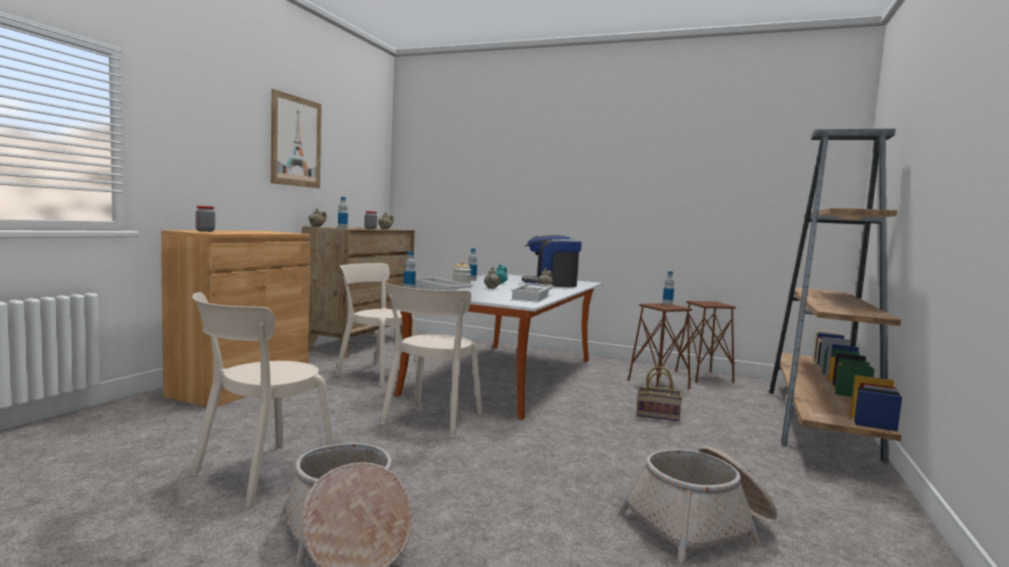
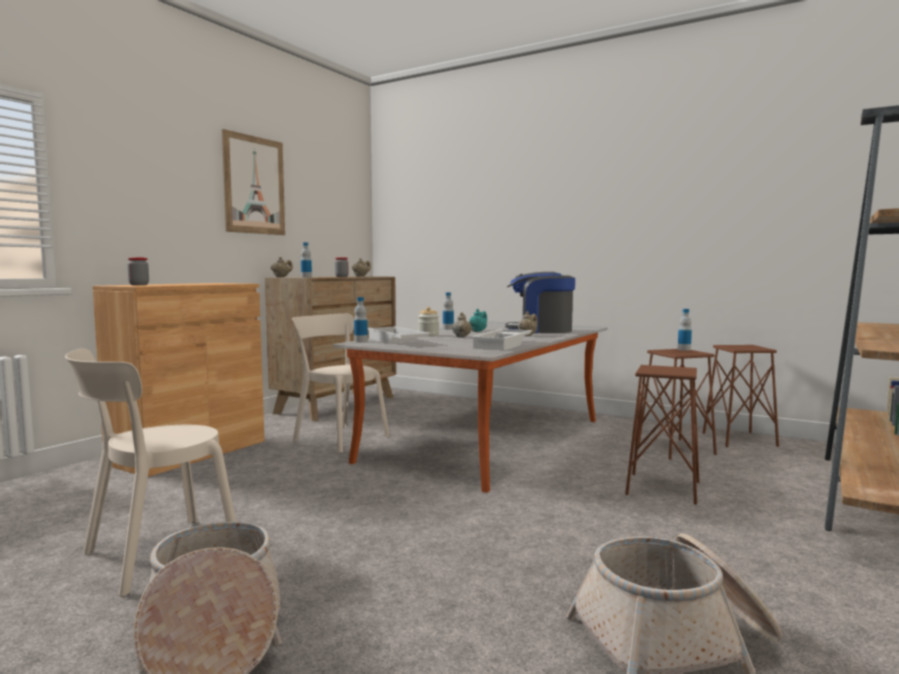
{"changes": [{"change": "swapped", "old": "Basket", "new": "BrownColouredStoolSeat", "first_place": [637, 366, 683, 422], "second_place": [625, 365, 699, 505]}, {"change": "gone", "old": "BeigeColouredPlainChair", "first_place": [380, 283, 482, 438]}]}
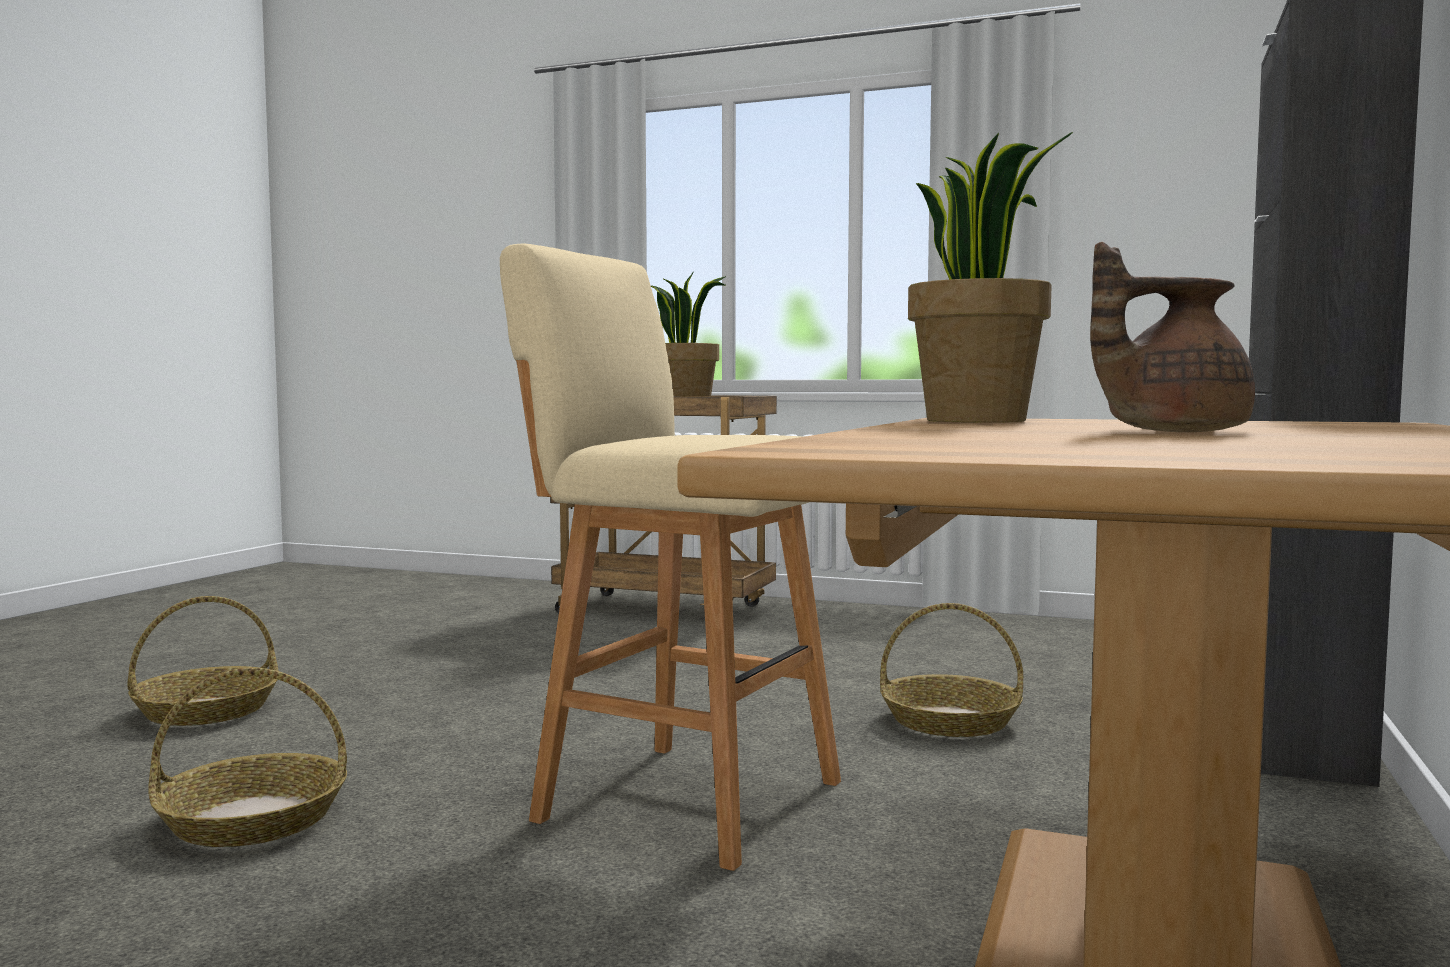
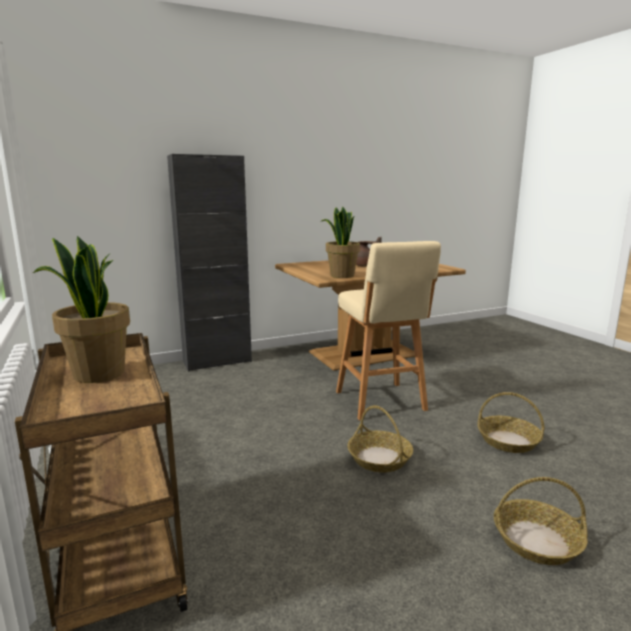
{"changes": [{"change": "shifted", "old": "Basket", "first_place": [880, 603, 1023, 737], "second_place": [347, 405, 413, 472]}]}
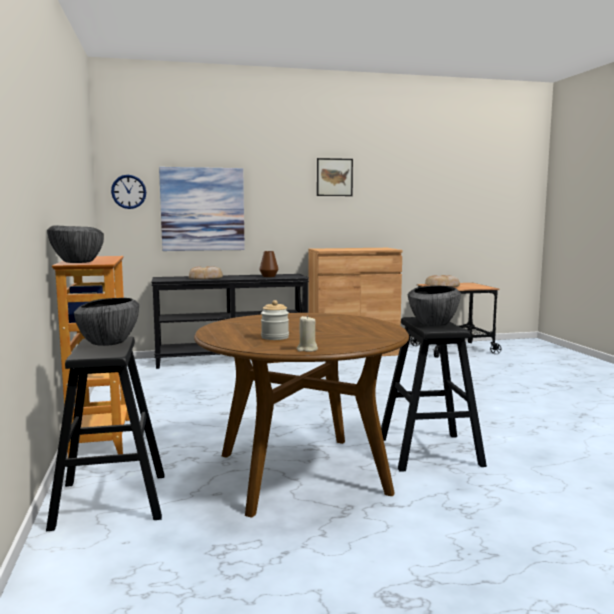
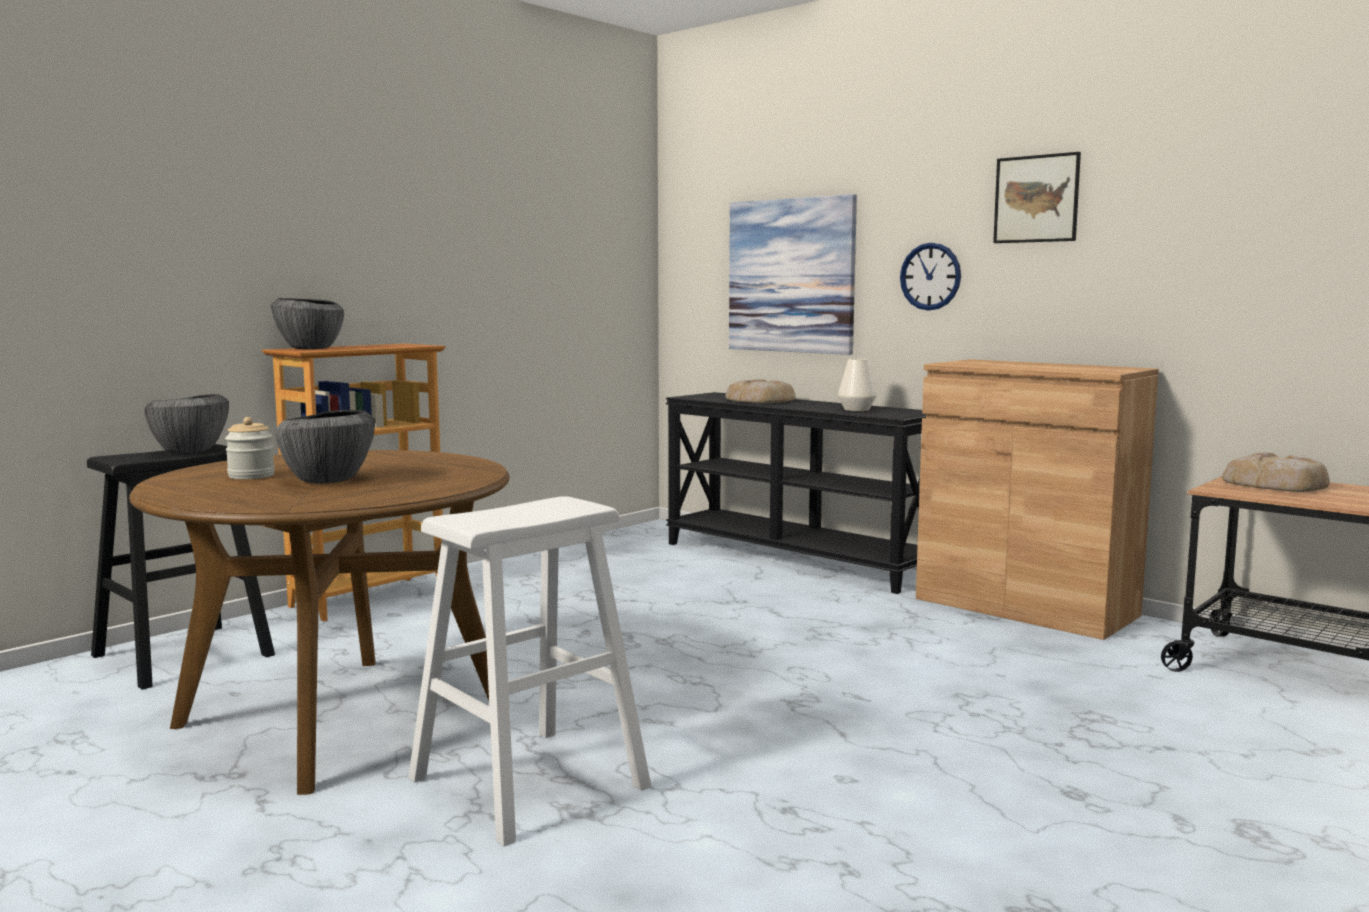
{"changes": [{"change": "shifted", "old": "DeepDish", "first_place": [408, 286, 461, 326], "second_place": [275, 410, 376, 483]}, {"change": "repainted", "old": "BlackStoolSeat", "new": "WhitishStoolSeat", "first_place": [381, 317, 487, 472], "second_place": [408, 496, 651, 846]}, {"change": "repainted", "old": "BrownColouredVase", "new": "WhitishVase", "first_place": [259, 251, 279, 277], "second_place": [838, 358, 877, 411]}, {"change": "shifted", "old": "HangingClock", "first_place": [111, 175, 146, 209], "second_place": [900, 243, 961, 311]}, {"change": "gone", "old": "BeigeColouredWaxLight", "first_place": [297, 315, 318, 352]}]}
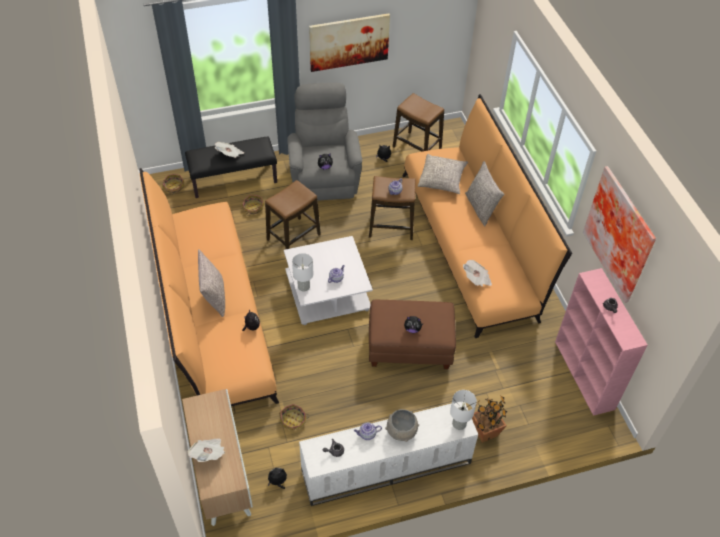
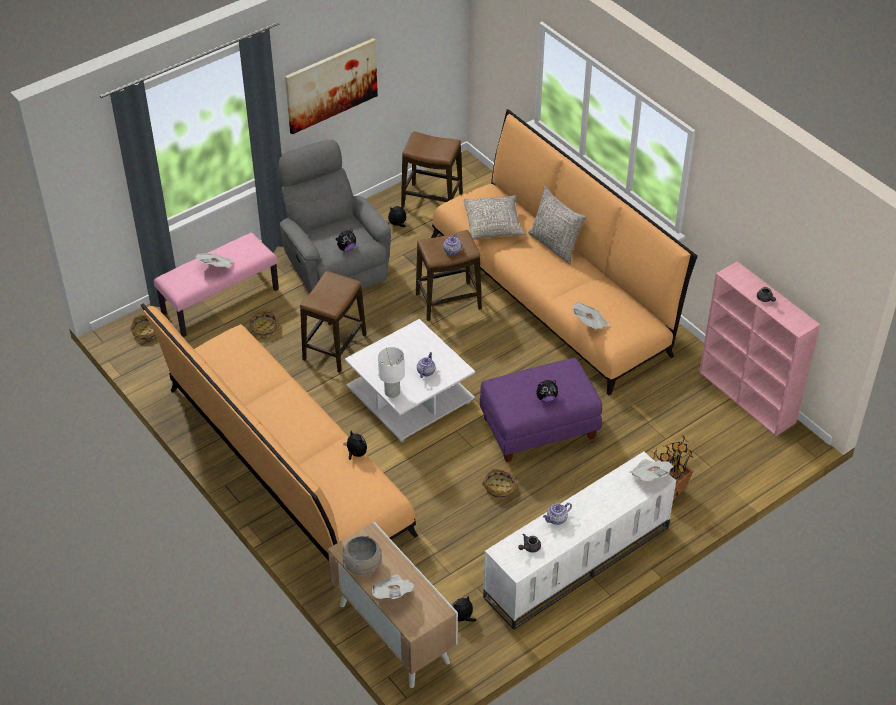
{"changes": [{"change": "repainted", "old": "BlackIndoorBench", "new": "PinkishIndoorBench", "first_place": [185, 137, 277, 198], "second_place": [154, 233, 279, 337]}, {"change": "shifted", "old": "GreyishDeepDish", "first_place": [385, 409, 419, 442], "second_place": [343, 536, 382, 575]}, {"change": "repainted", "old": "BrownColouredPouffe", "new": "PurplePouffe", "first_place": [369, 300, 456, 369], "second_place": [480, 358, 602, 462]}, {"change": "shifted", "old": "Basket", "first_place": [279, 404, 309, 430], "second_place": [482, 469, 517, 498]}, {"change": "swapped", "old": "WhitishTabletopLamp", "new": "PrintedPaper", "first_place": [450, 390, 477, 430], "second_place": [629, 459, 674, 481]}, {"change": "gone", "old": "GreyishCushion", "first_place": [198, 249, 225, 317]}, {"change": "gone", "old": "WallPicture", "first_place": [583, 166, 656, 303]}]}
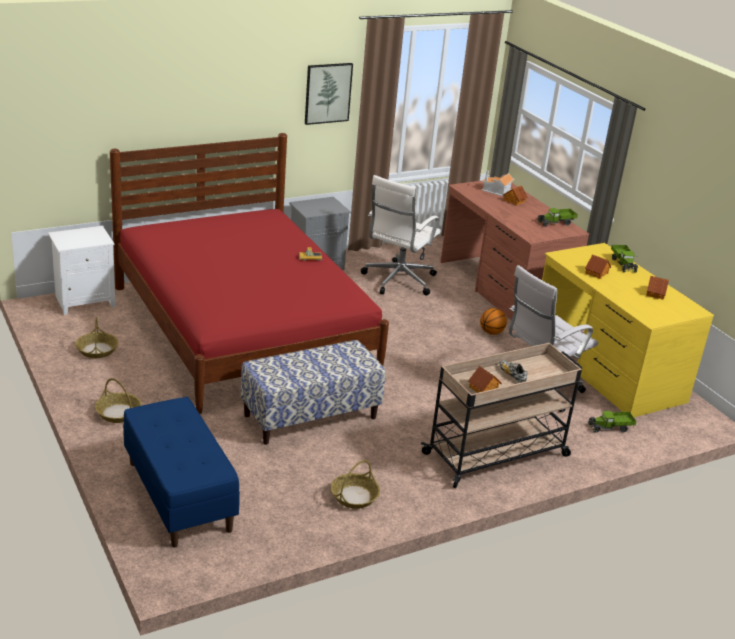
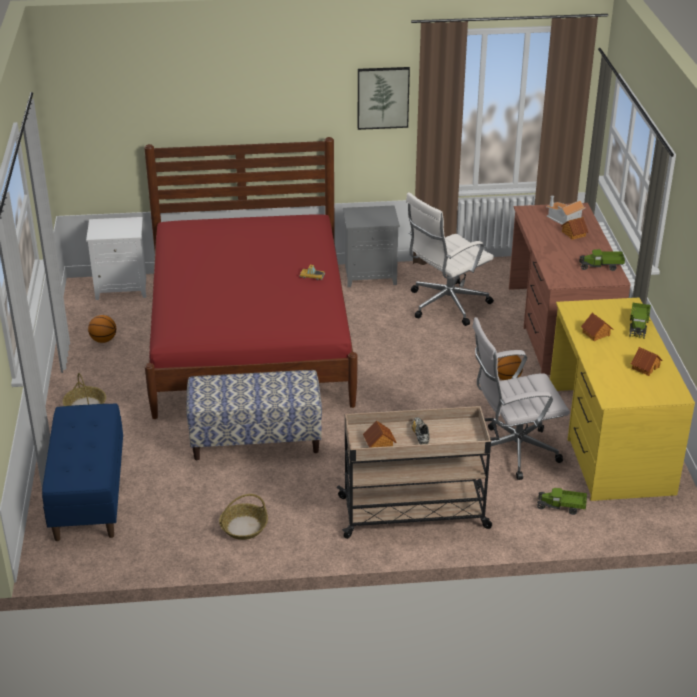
{"changes": [{"change": "swapped", "old": "Basket", "new": "BallForBasketball", "first_place": [75, 317, 118, 358], "second_place": [88, 315, 116, 343]}]}
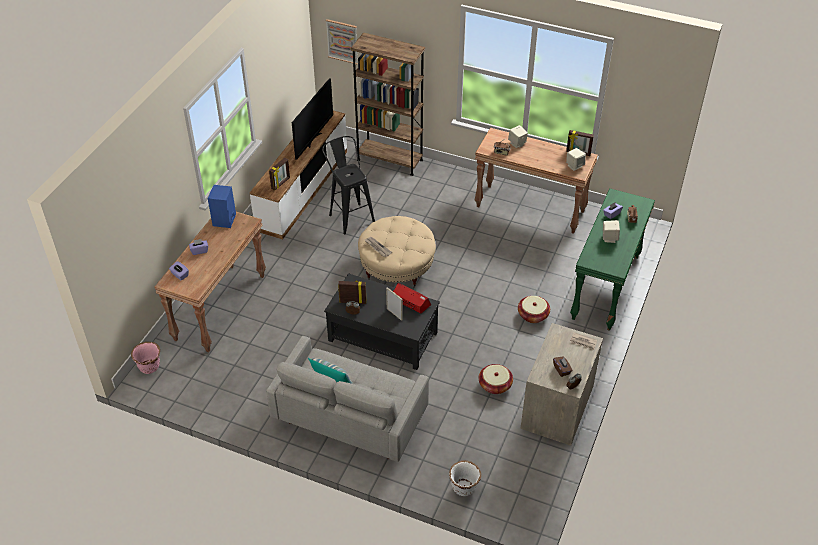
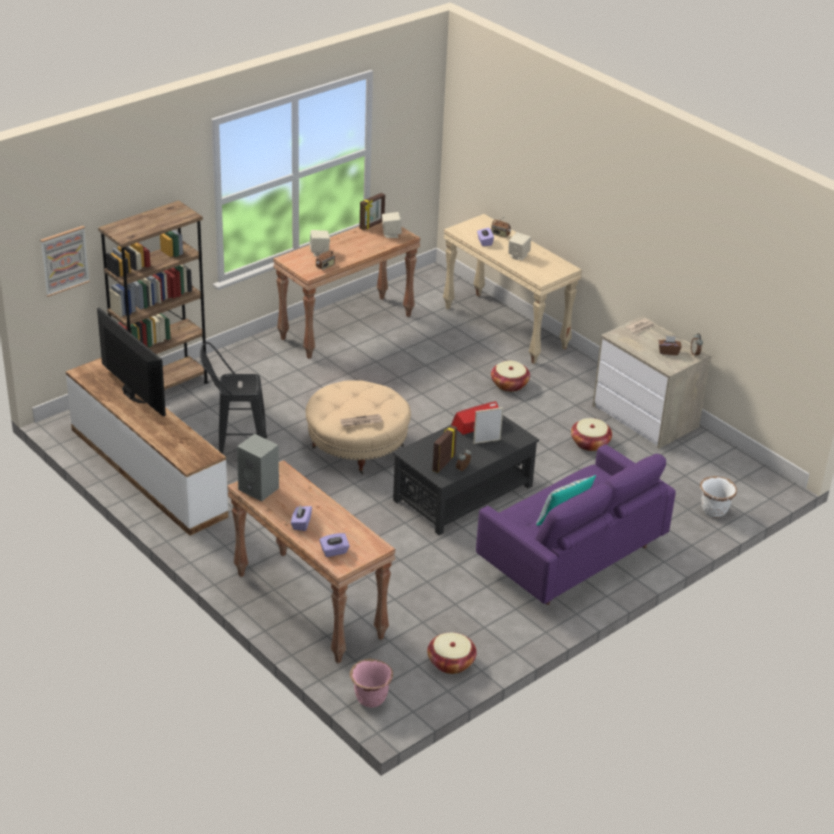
{"changes": [{"change": "repainted", "old": "BlueSpeaker", "new": "GreyishSpeaker", "first_place": [208, 185, 236, 228], "second_place": [237, 434, 279, 501]}, {"change": "new", "new": "Basket", "second_place": [427, 632, 477, 674]}, {"change": "repainted", "old": "GreenColouredConsoleTable", "new": "BeigeColouredConsoleTable", "first_place": [570, 188, 655, 331], "second_place": [443, 214, 582, 364]}, {"change": "repainted", "old": "GreyishSettee", "new": "PurpleSettee", "first_place": [266, 336, 429, 462], "second_place": [476, 444, 676, 605]}, {"change": "gone", "old": "StandingFrame", "first_place": [269, 158, 290, 191]}]}
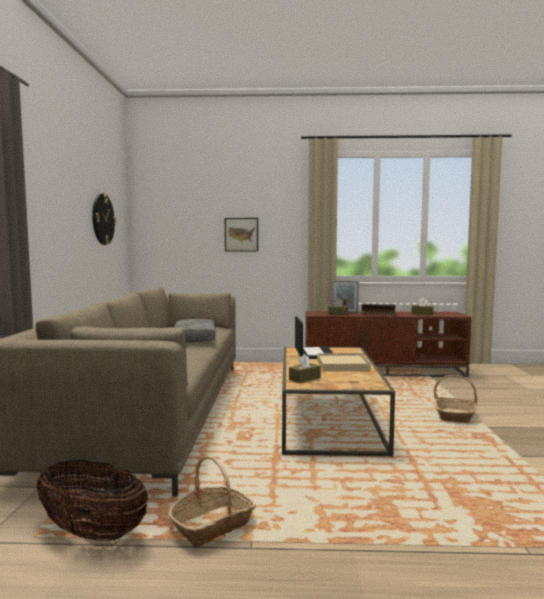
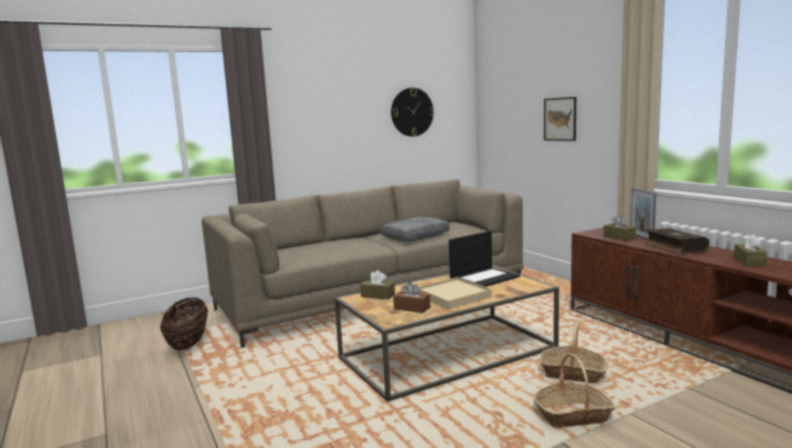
{"changes": [{"change": "new", "new": "BrownColouredTissueHolder", "second_place": [393, 282, 430, 313]}, {"change": "shifted", "old": "Basket", "first_place": [168, 455, 256, 547], "second_place": [540, 320, 608, 383]}]}
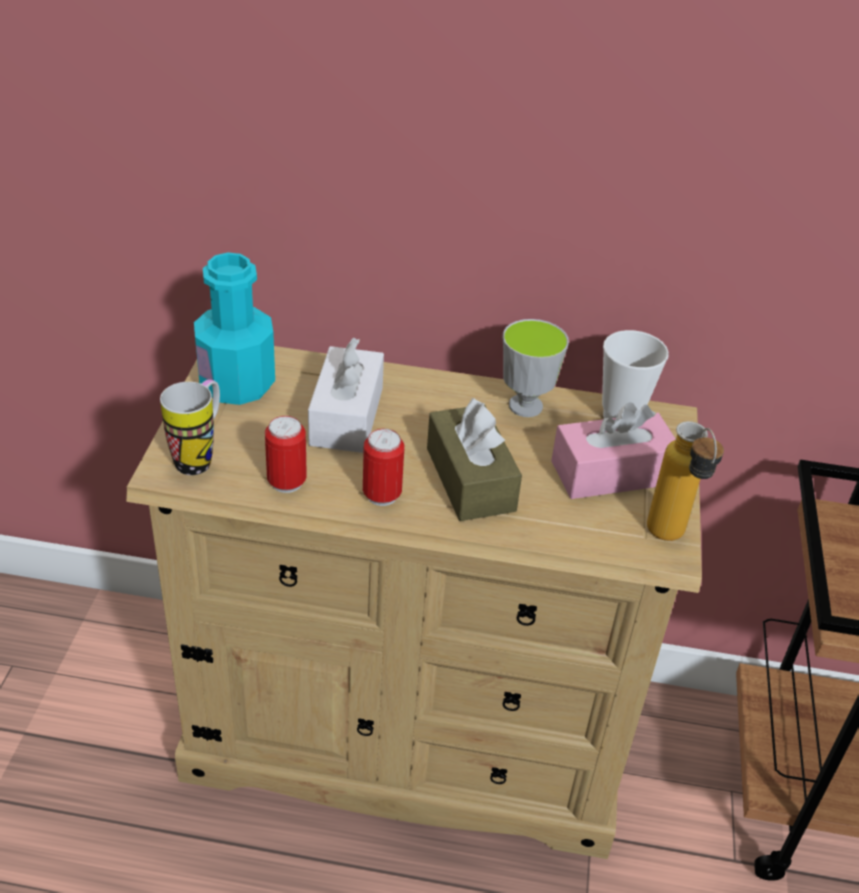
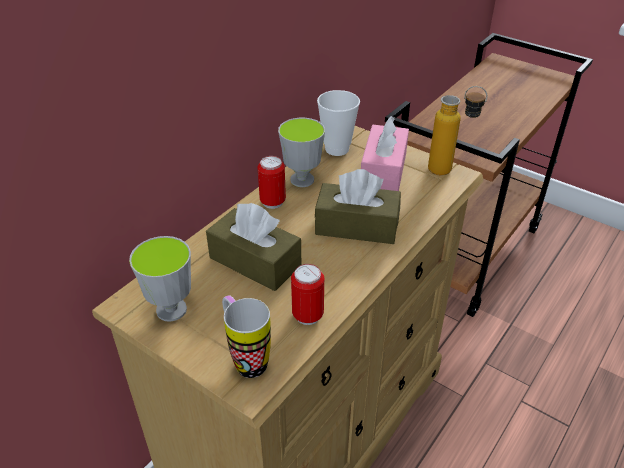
{"changes": [{"change": "swapped", "old": "TurquoiseColouredBeverageBottle", "new": "SmallCup", "first_place": [194, 252, 275, 405], "second_place": [129, 236, 191, 322]}, {"change": "repainted", "old": "WhitishTissueHolder", "new": "BrownColouredTissueHolder", "first_place": [308, 338, 384, 453], "second_place": [206, 203, 301, 291]}, {"change": "shifted", "old": "MetalCan", "first_place": [363, 428, 405, 506], "second_place": [258, 156, 286, 209]}]}
